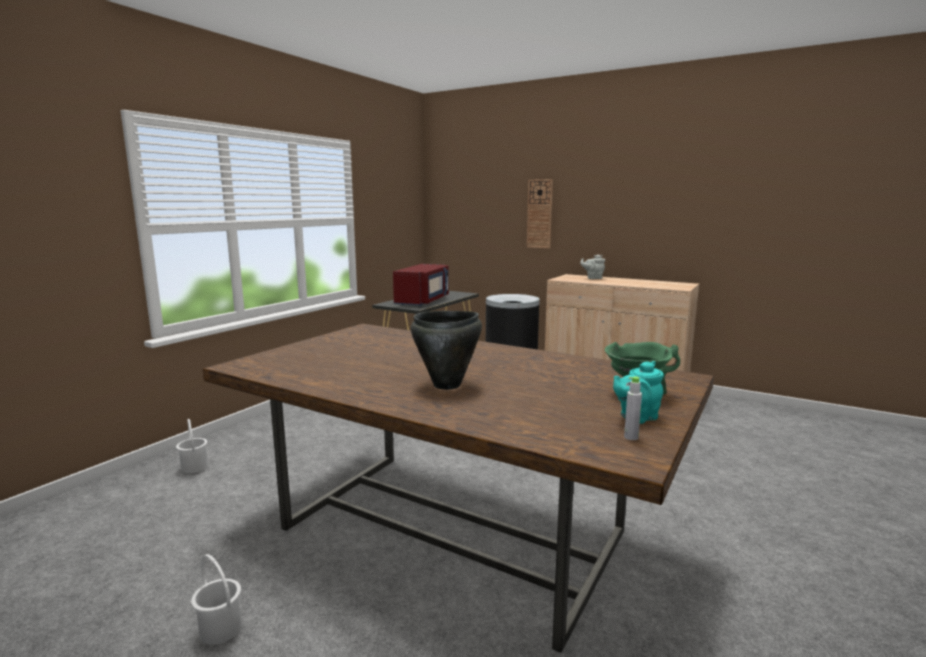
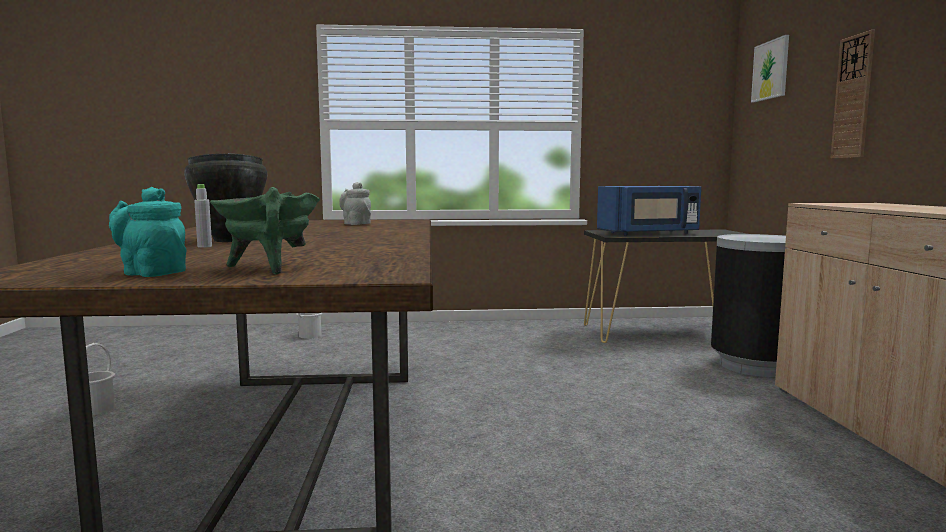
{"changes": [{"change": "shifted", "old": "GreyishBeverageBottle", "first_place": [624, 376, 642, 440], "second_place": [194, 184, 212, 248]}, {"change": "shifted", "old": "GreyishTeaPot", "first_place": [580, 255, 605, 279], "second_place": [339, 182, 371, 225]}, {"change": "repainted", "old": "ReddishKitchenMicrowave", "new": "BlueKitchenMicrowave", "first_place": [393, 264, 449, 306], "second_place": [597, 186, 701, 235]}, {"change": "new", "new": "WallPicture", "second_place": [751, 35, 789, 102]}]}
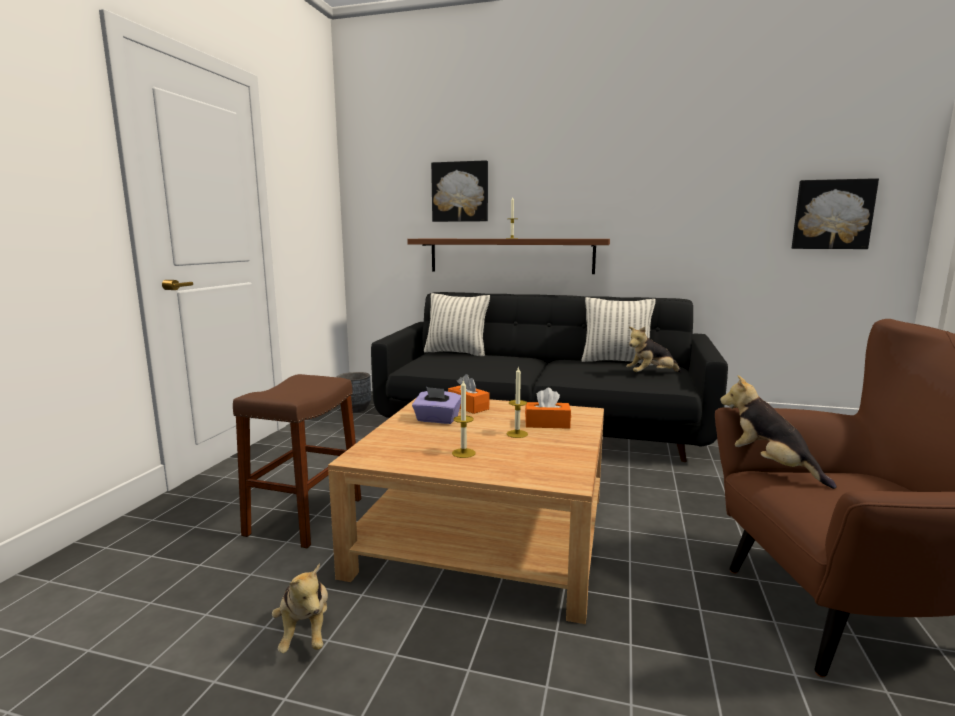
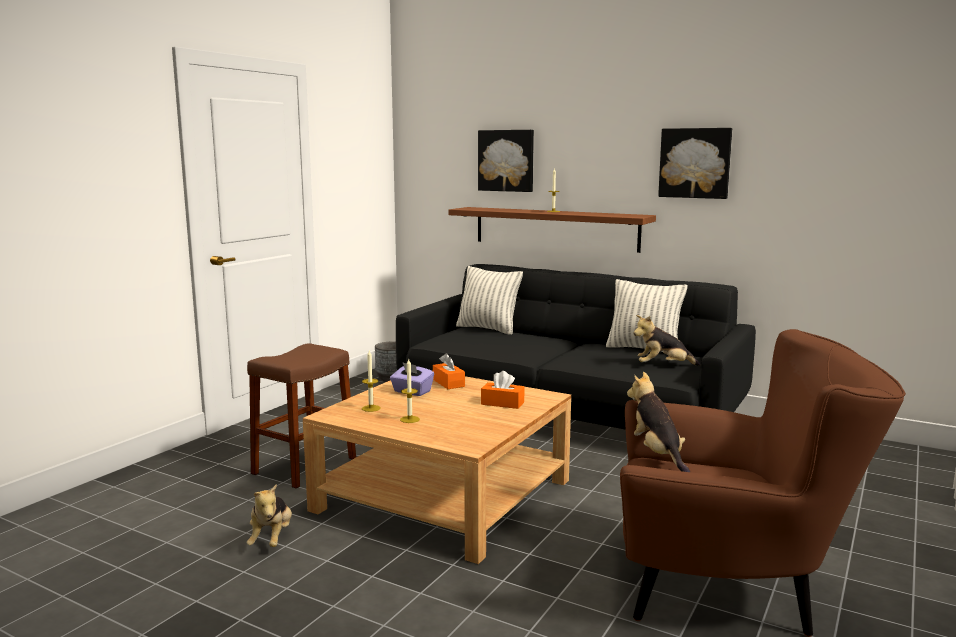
{"changes": [{"change": "shifted", "old": "WaxLight", "first_place": [507, 366, 528, 438], "second_place": [362, 350, 381, 412]}, {"change": "shifted", "old": "WallPicture", "first_place": [792, 178, 879, 249], "second_place": [658, 128, 732, 199]}]}
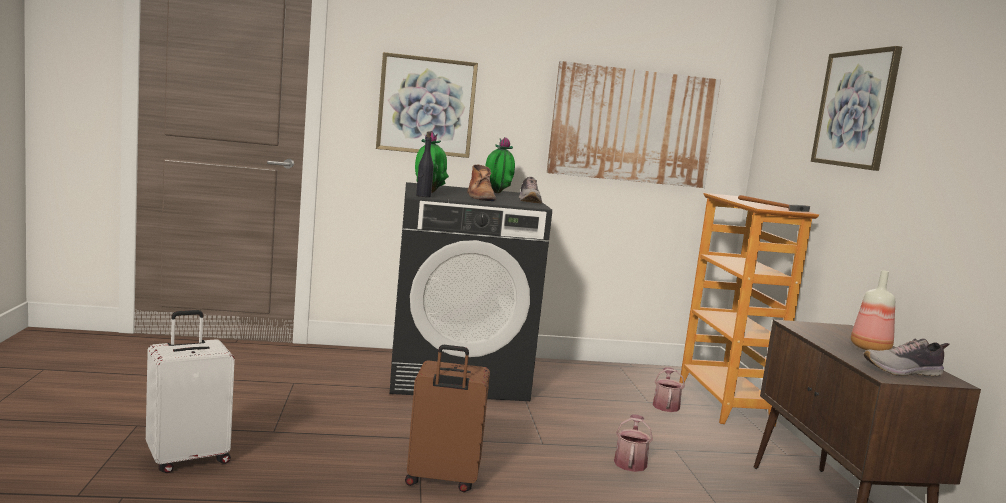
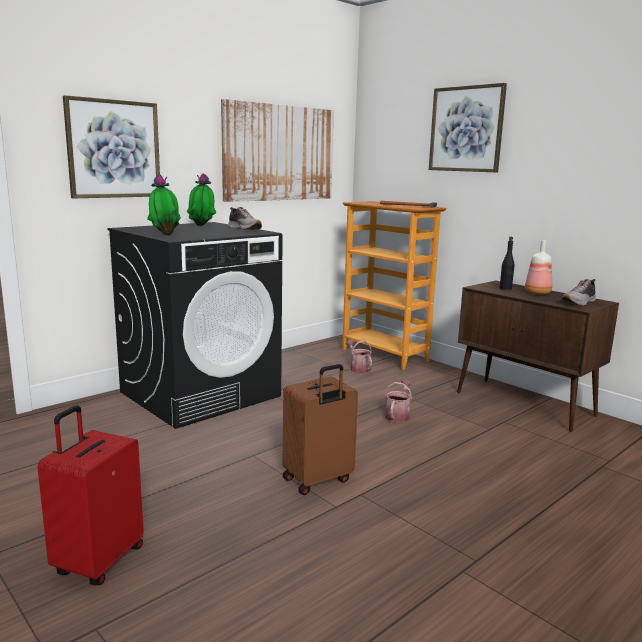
{"changes": [{"change": "repainted", "old": "WhitishPieceOfLuggage", "new": "ReddishPieceOfLuggage", "first_place": [146, 310, 235, 473], "second_place": [37, 405, 144, 586]}, {"change": "rotated", "old": "SprinklingCan", "first_place": [614, 414, 653, 472], "second_place": [385, 380, 412, 422], "degrees": 45}, {"change": "shifted", "old": "BlackBeverageBottle", "first_place": [416, 132, 434, 197], "second_place": [500, 237, 514, 290]}, {"change": "gone", "old": "BrownColouredBoot", "first_place": [467, 164, 496, 201]}]}
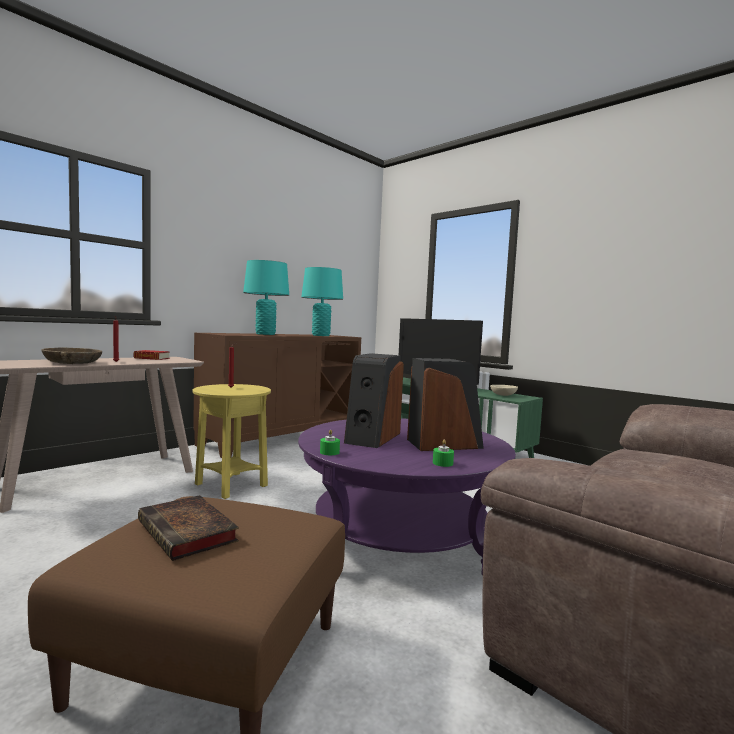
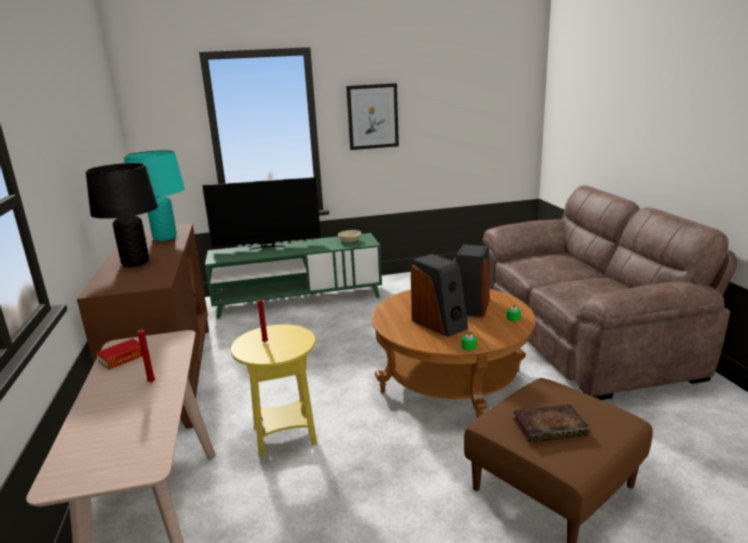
{"changes": [{"change": "repainted", "old": "TurquoiseColouredTabletopLamp", "new": "BlackTabletopLamp", "first_place": [243, 260, 289, 335], "second_place": [86, 163, 158, 267]}, {"change": "new", "new": "WallPicture", "second_place": [346, 83, 399, 150]}, {"change": "repainted", "old": "PurpleLoungeTable", "new": "BrownColouredLoungeTable", "first_place": [298, 418, 516, 576], "second_place": [372, 289, 536, 418]}, {"change": "gone", "old": "BrownColouredDeepDish", "first_place": [41, 347, 102, 364]}]}
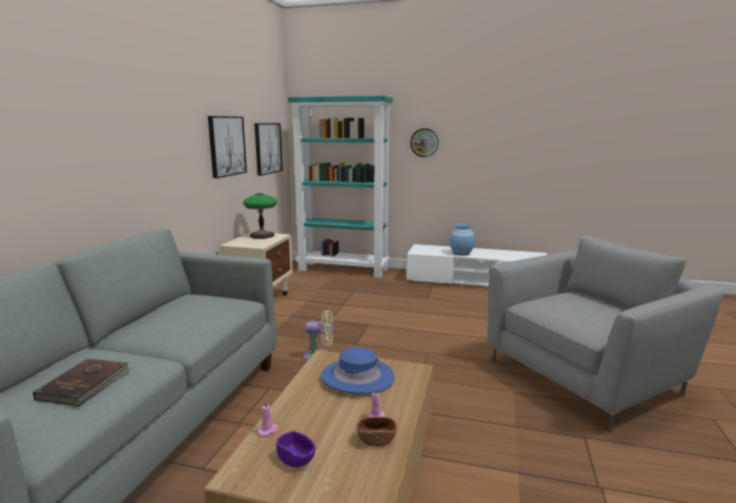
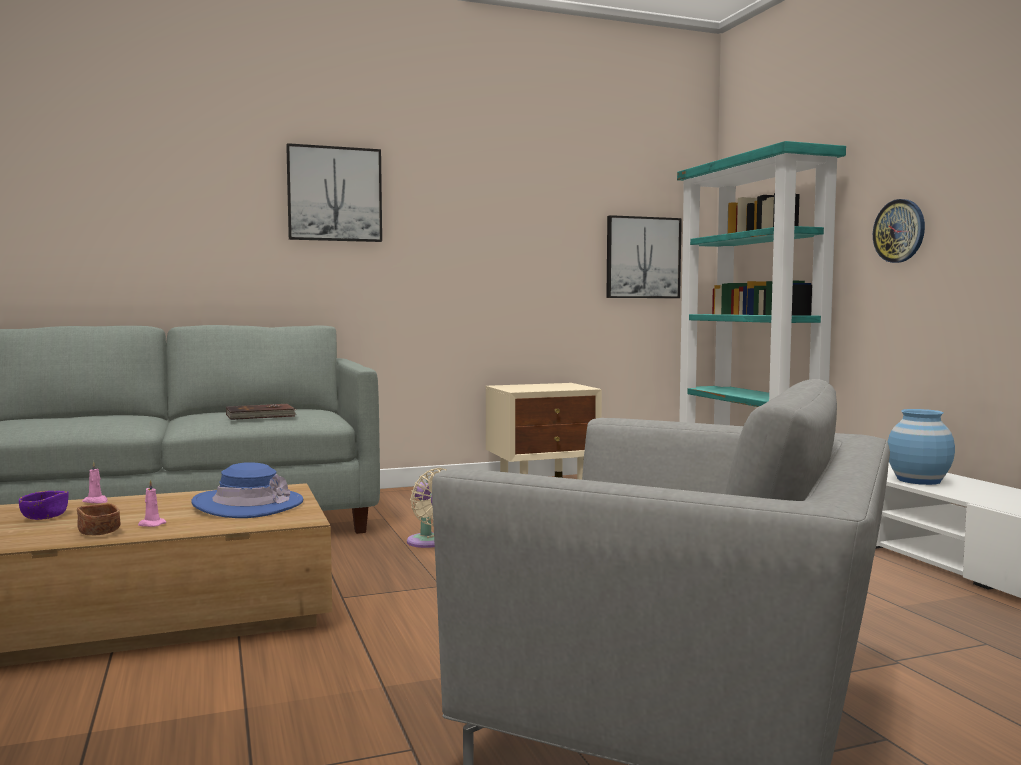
{"changes": [{"change": "shifted", "old": "BrownColouredBoundBook", "first_place": [33, 358, 132, 406], "second_place": [226, 404, 296, 420]}, {"change": "shifted", "old": "WallPicture", "first_place": [208, 116, 247, 178], "second_place": [286, 143, 382, 242]}, {"change": "gone", "old": "TabletopLamp", "first_place": [243, 193, 277, 239]}]}
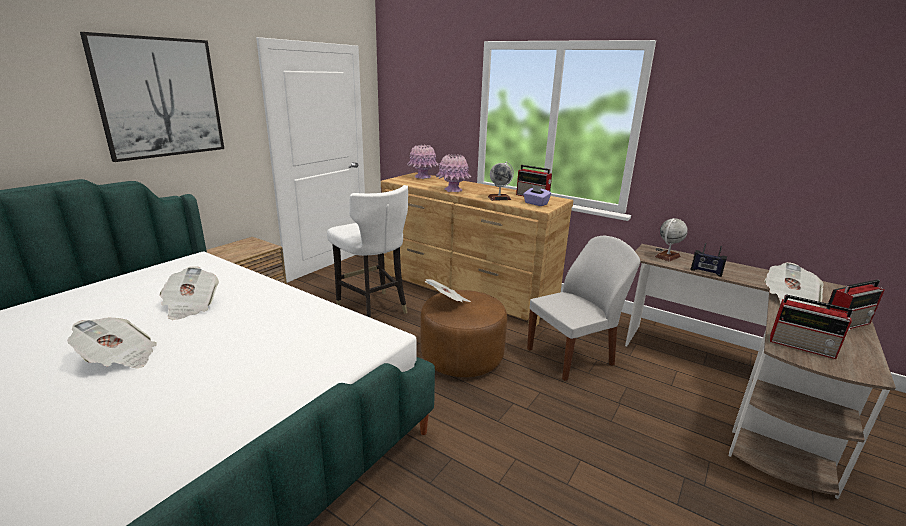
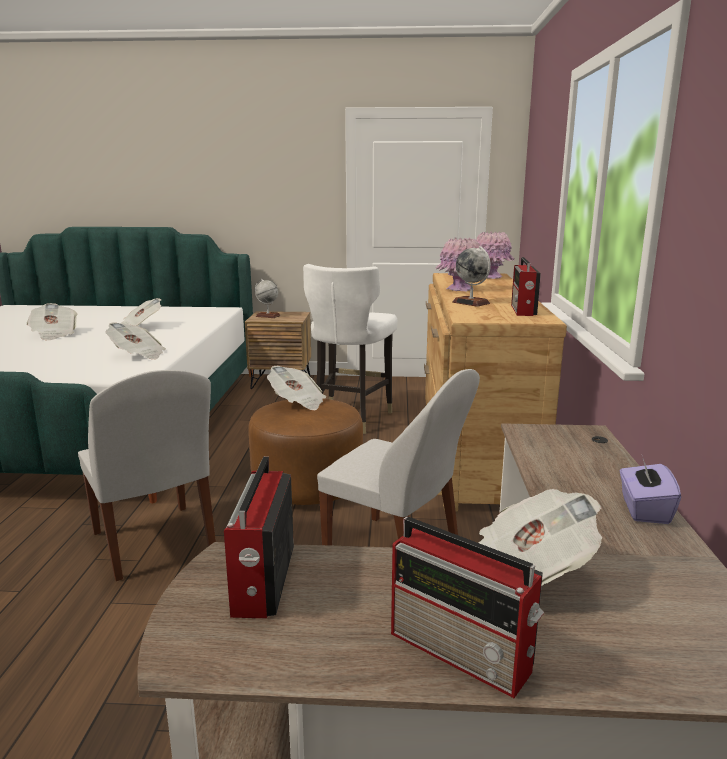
{"changes": [{"change": "new", "new": "WhitishPlainChair", "second_place": [78, 370, 216, 581]}, {"change": "new", "new": "PrintedPaper", "second_place": [105, 322, 166, 360]}, {"change": "shifted", "old": "WorldGlobe", "first_place": [655, 218, 688, 262], "second_place": [255, 279, 281, 318]}, {"change": "shifted", "old": "PurpleTissueHolder", "first_place": [523, 185, 551, 206], "second_place": [620, 456, 681, 524]}, {"change": "gone", "old": "WallPicture", "first_place": [80, 32, 224, 162]}, {"change": "gone", "old": "RadioSet", "first_place": [691, 243, 727, 277]}]}
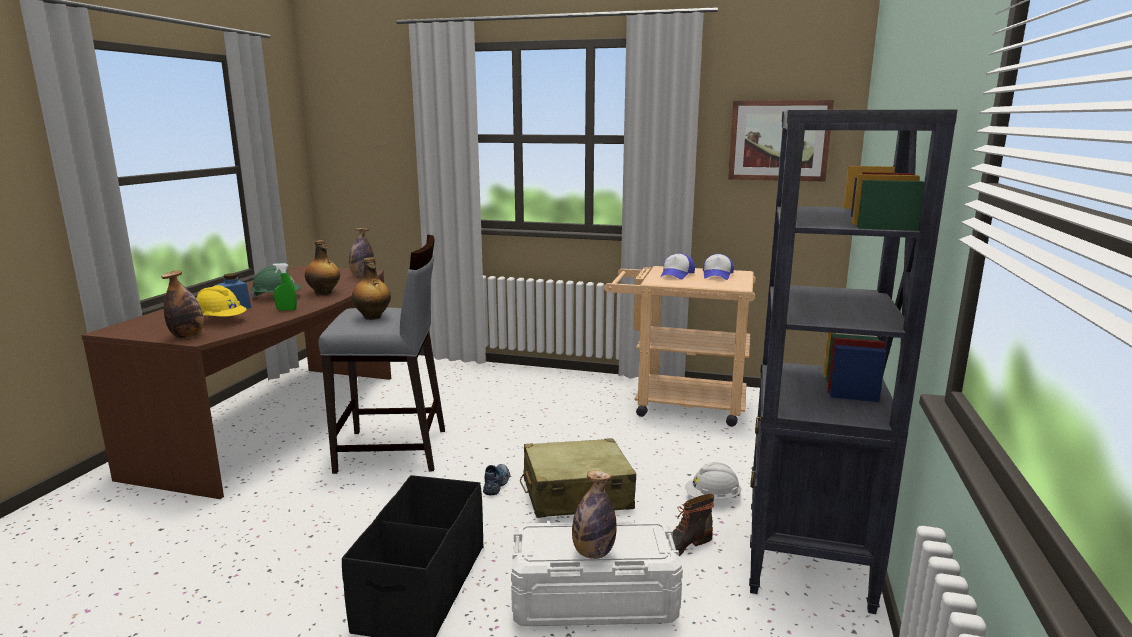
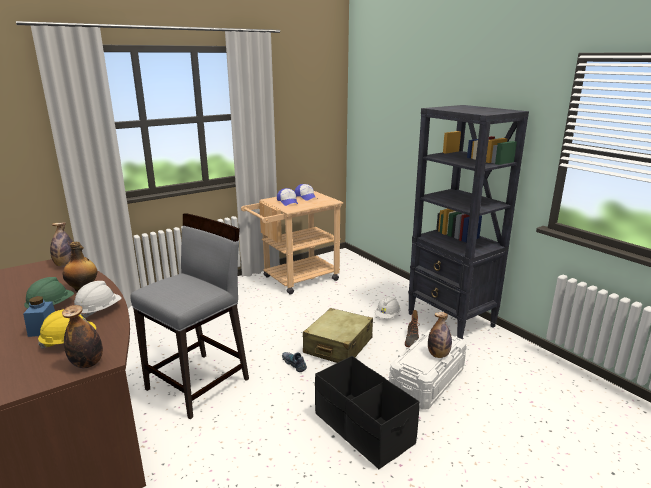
{"changes": [{"change": "swapped", "old": "GreenColouredSprayer", "new": "WhitishSafetyHelmet", "first_place": [273, 263, 297, 311], "second_place": [74, 281, 122, 318]}, {"change": "gone", "old": "BeverageBottle", "first_place": [352, 257, 391, 320]}, {"change": "gone", "old": "WallPicture", "first_place": [728, 100, 834, 182]}]}
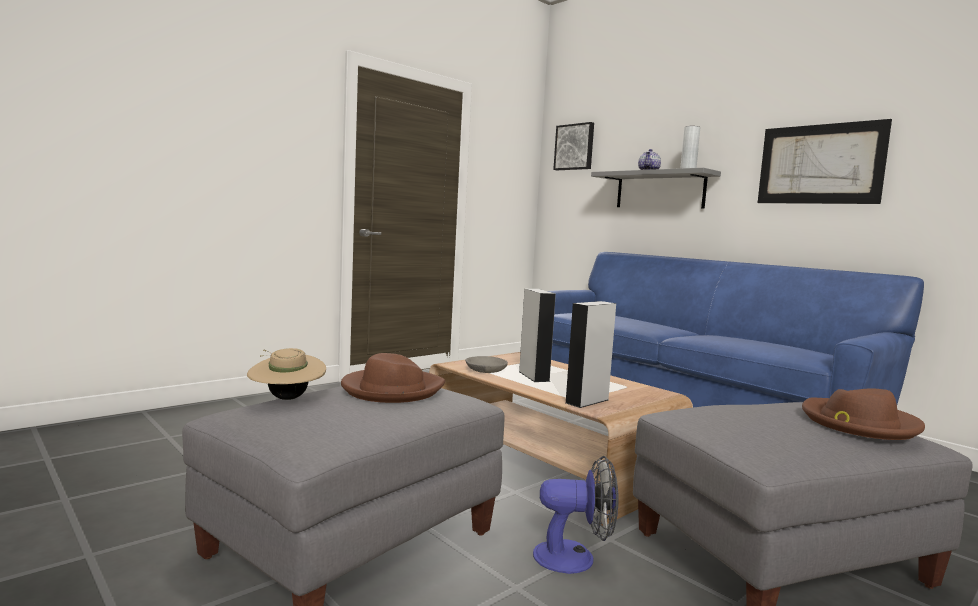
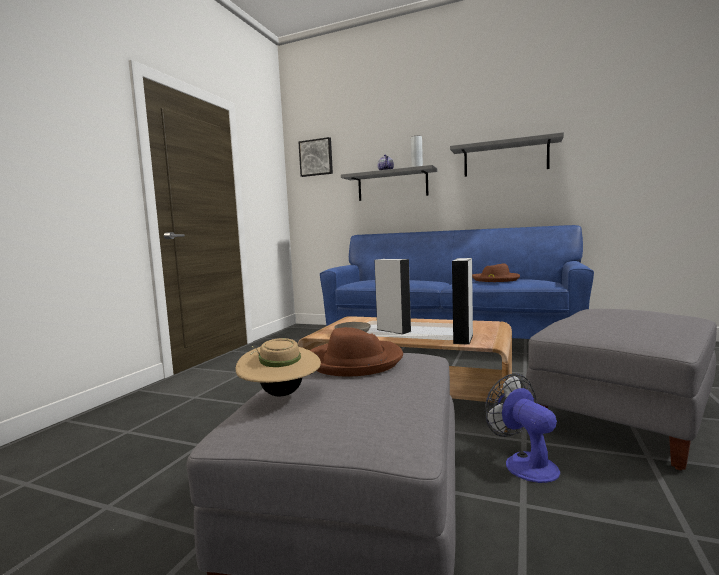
{"changes": [{"change": "swapped", "old": "WallPicture", "new": "GreyishWallShelf", "first_place": [758, 119, 892, 204], "second_place": [450, 132, 564, 177]}, {"change": "shifted", "old": "BrownColouredHat", "first_place": [802, 388, 925, 440], "second_place": [472, 263, 520, 282]}, {"change": "rotated", "old": "CoolingFan", "first_place": [533, 456, 618, 574], "second_place": [485, 374, 560, 483], "degrees": -90}]}
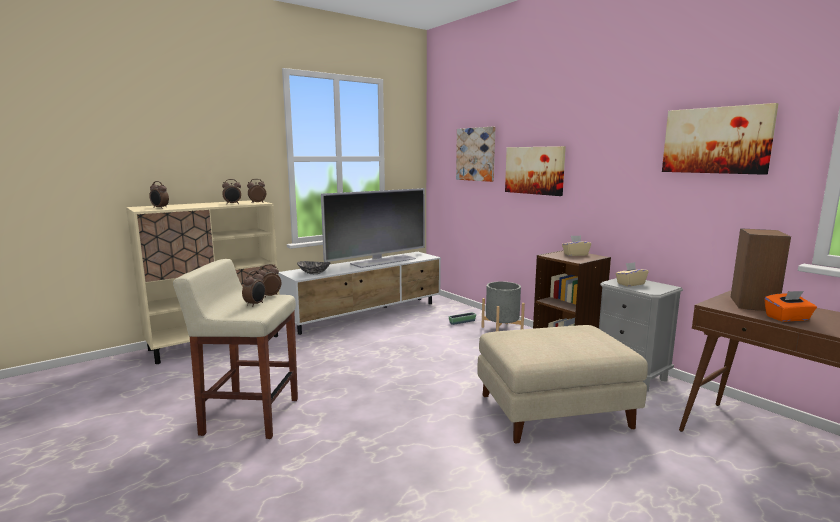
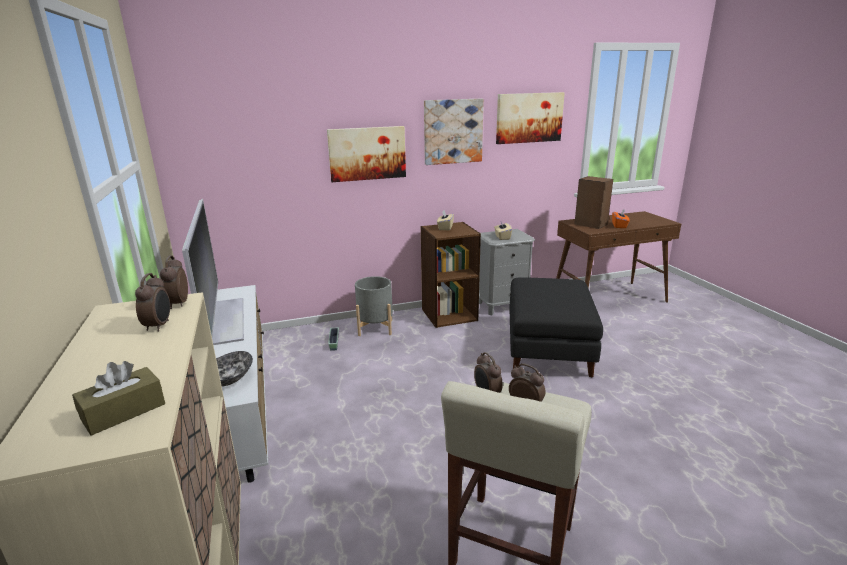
{"changes": [{"change": "swapped", "old": "AlarmClock", "new": "BrownColouredTissueHolder", "first_place": [149, 181, 169, 208], "second_place": [72, 361, 165, 436]}, {"change": "shifted", "old": "WallPicture", "first_place": [456, 127, 495, 182], "second_place": [424, 99, 484, 165]}, {"change": "repainted", "old": "BeigeColouredPouffe", "new": "BlackPouffe", "first_place": [478, 325, 648, 444], "second_place": [509, 277, 603, 377]}]}
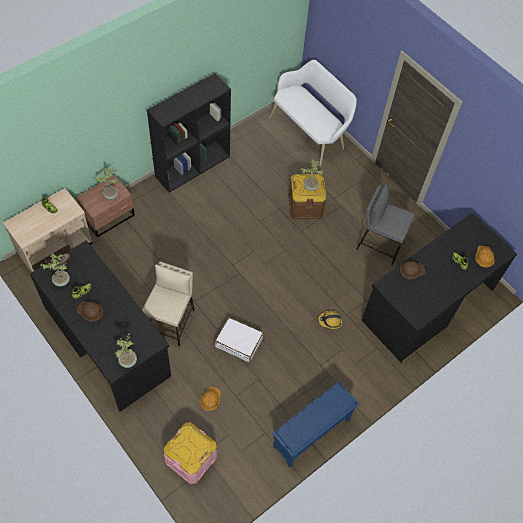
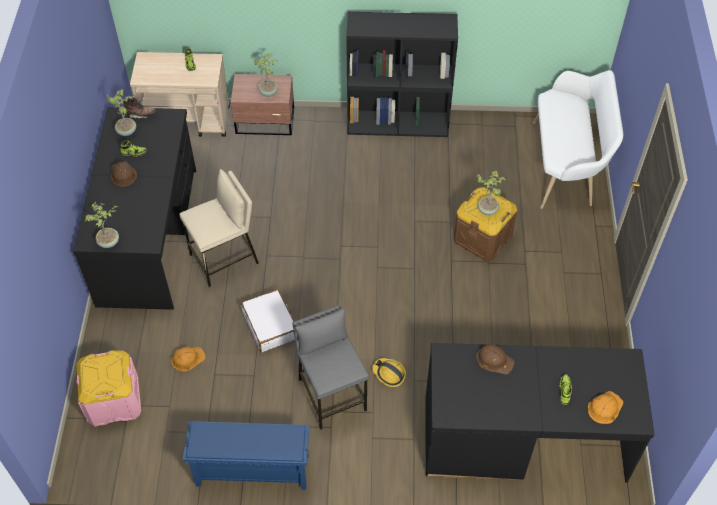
{"changes": [{"change": "shifted", "old": "GreyishStoolSeat", "first_place": [356, 184, 415, 266], "second_place": [293, 305, 369, 430]}]}
